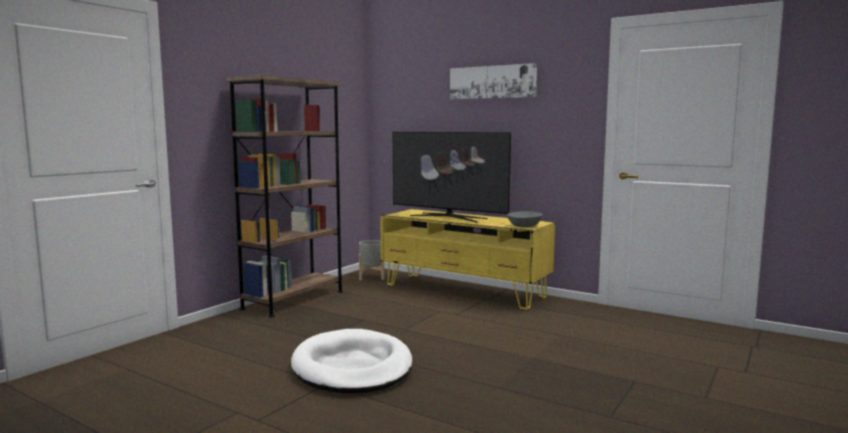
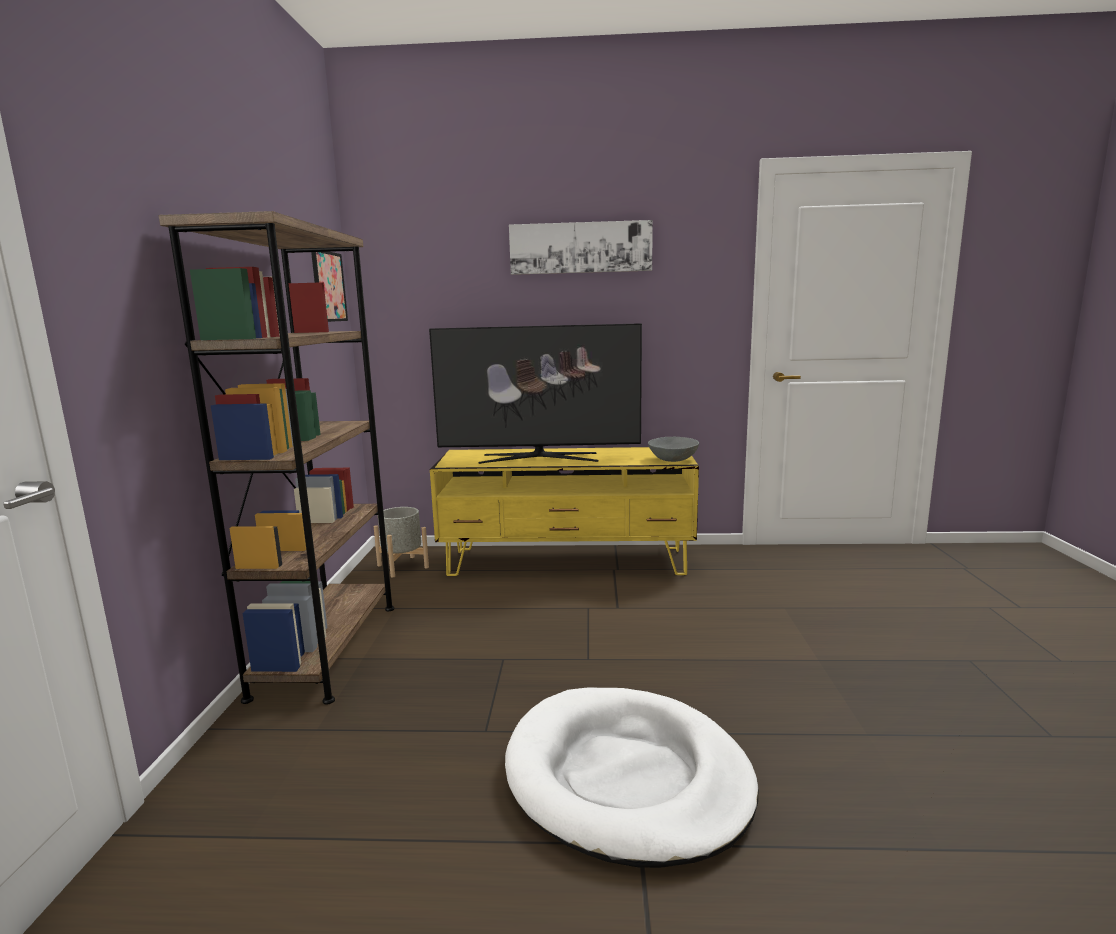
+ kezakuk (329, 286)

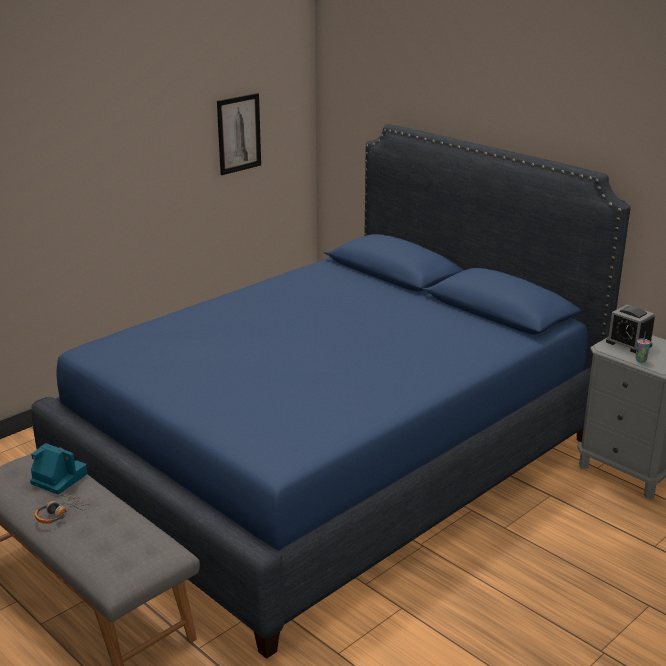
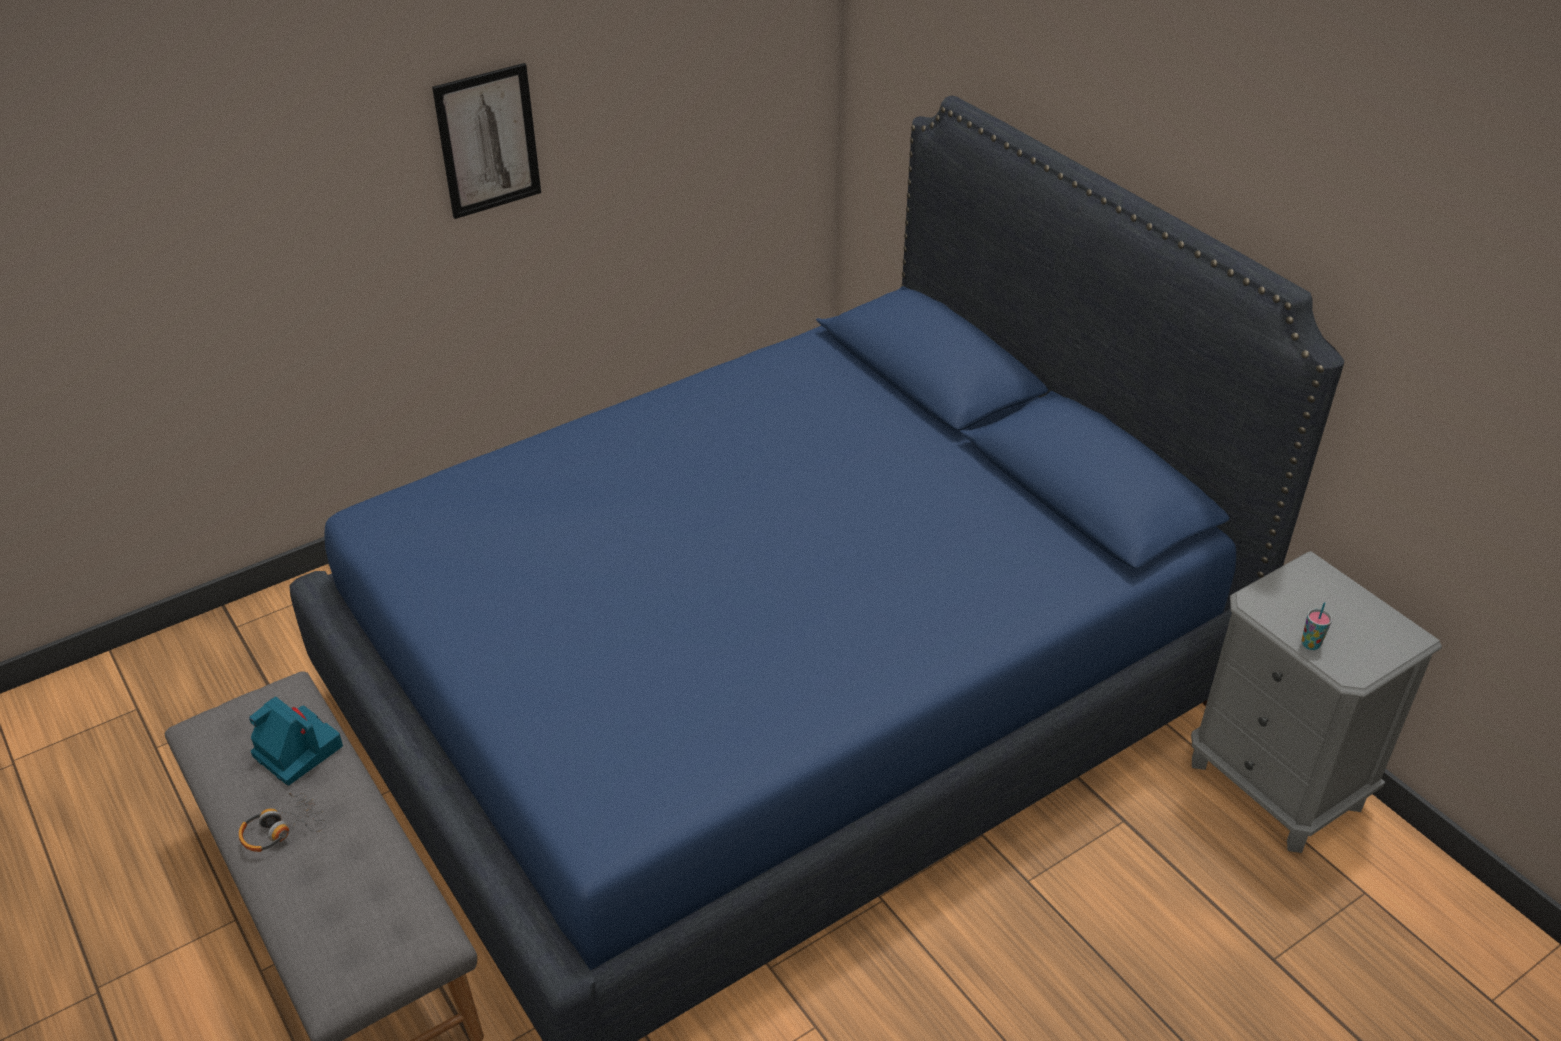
~ kezakuk (239, 133) to (488, 141)
- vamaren (628, 343)

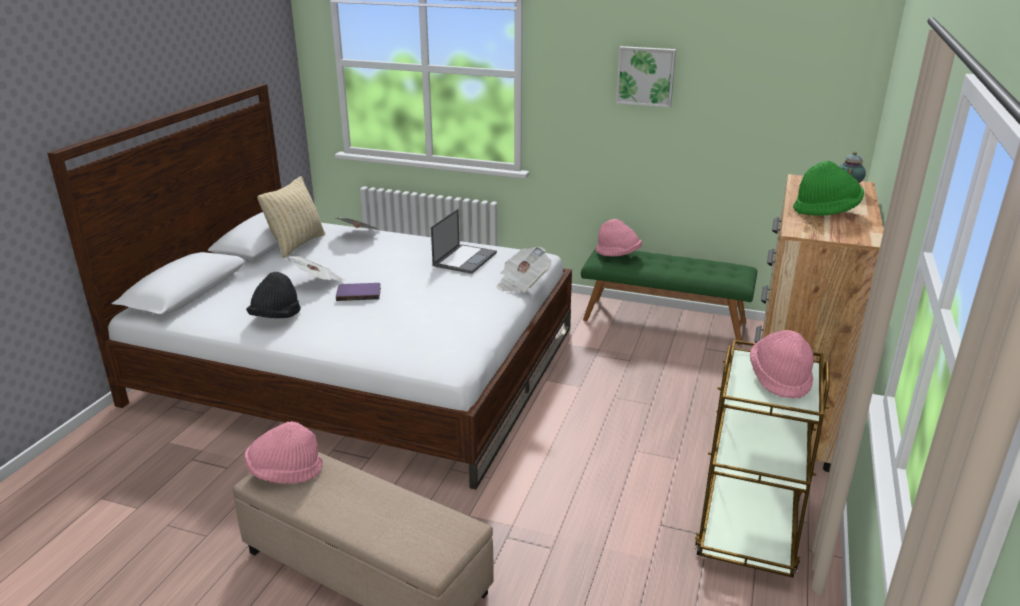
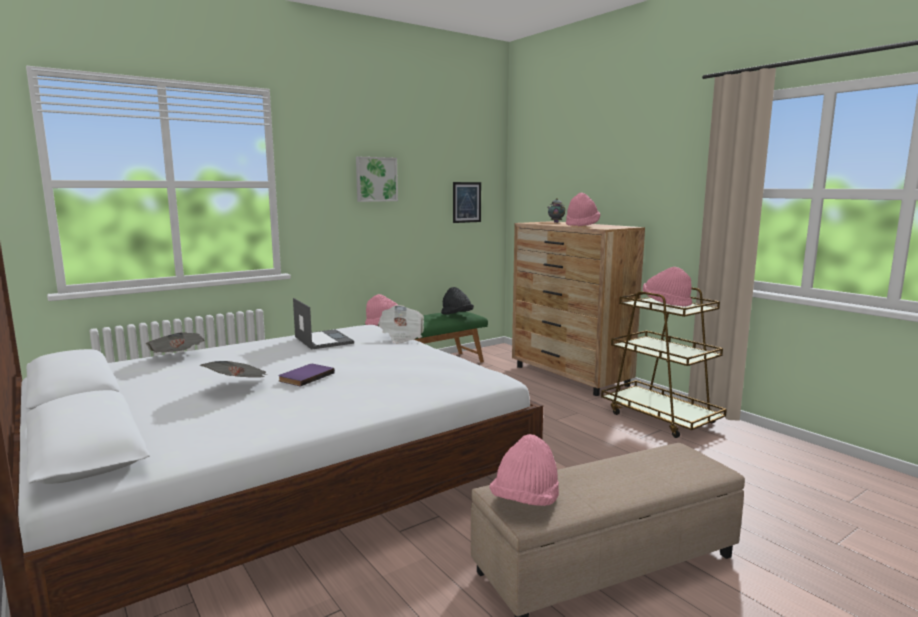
~ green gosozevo (826, 211) to pink gosozevo (582, 225)
- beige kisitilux (297, 244)
~ black gosozevo (276, 317) to (456, 315)
+ kezakuk (466, 202)

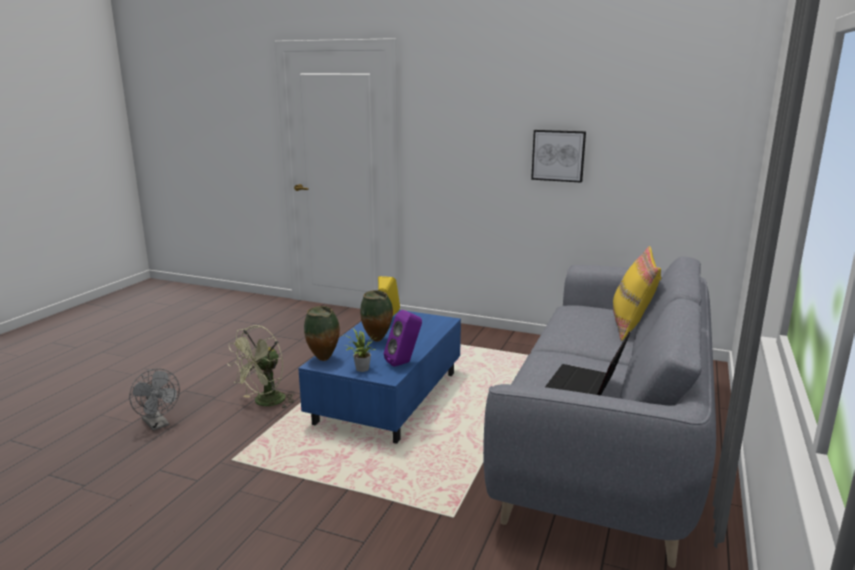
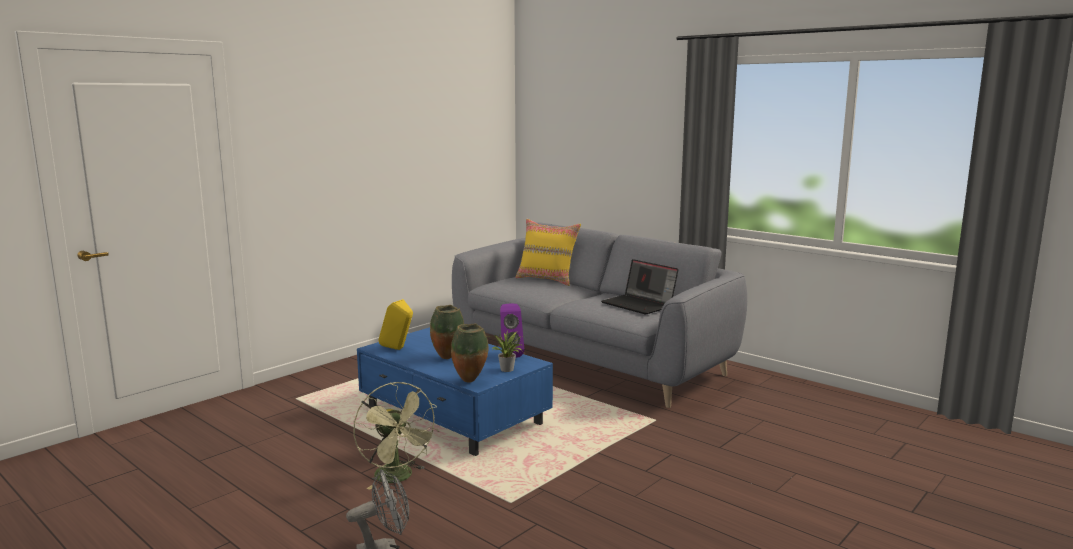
- kezakuk (558, 155)

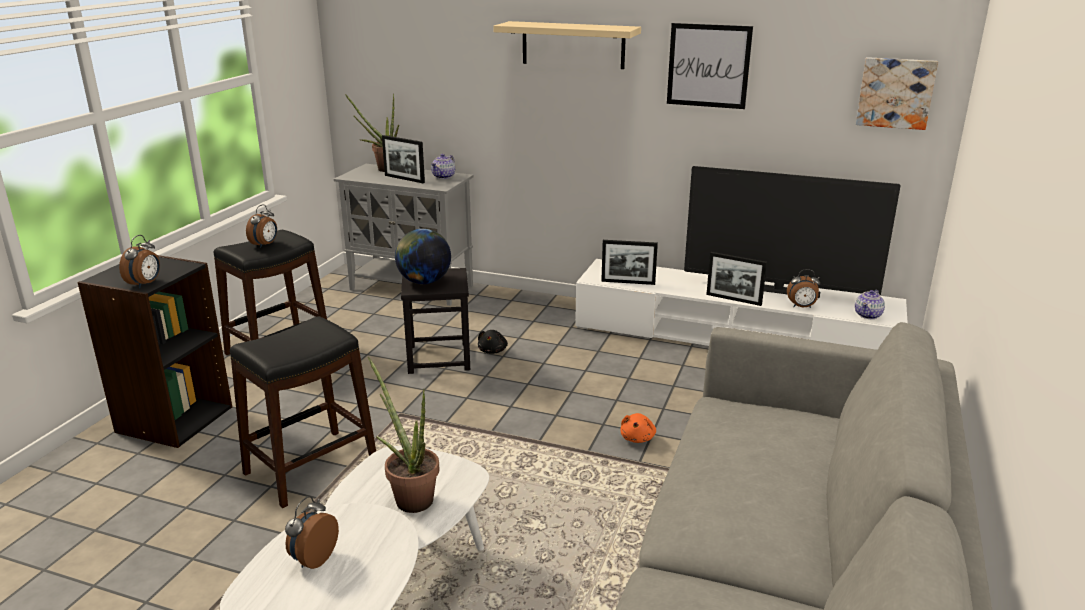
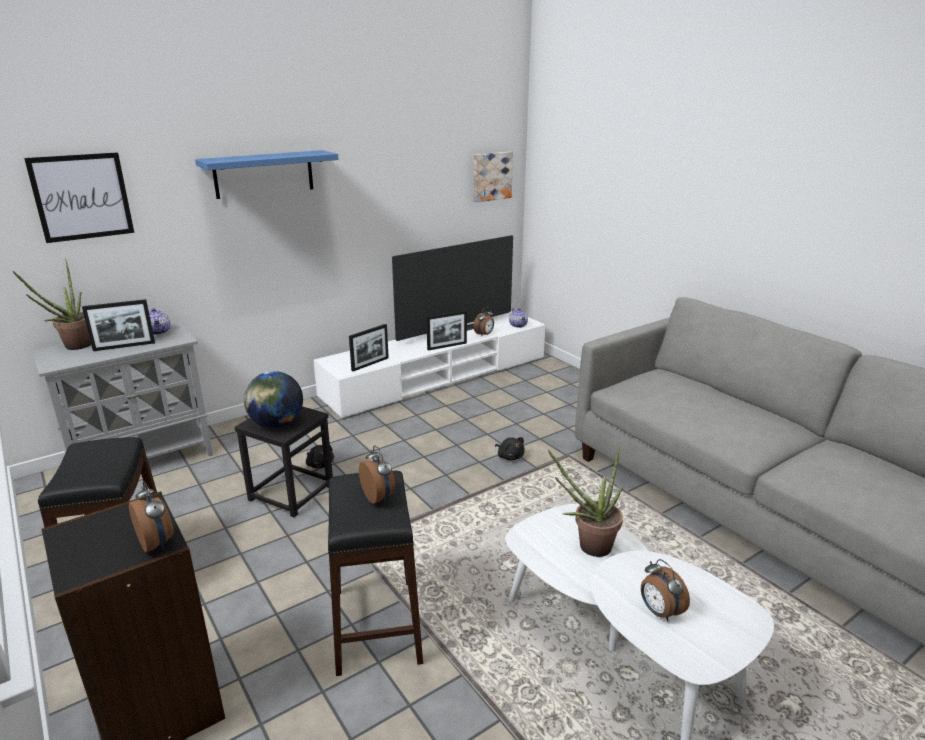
~ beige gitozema (573, 45) to blue gitozema (264, 174)
~ kezakuk (708, 66) to (82, 197)
~ vamaren (265, 245) to (379, 497)
~ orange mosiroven (637, 438) to black mosiroven (510, 456)

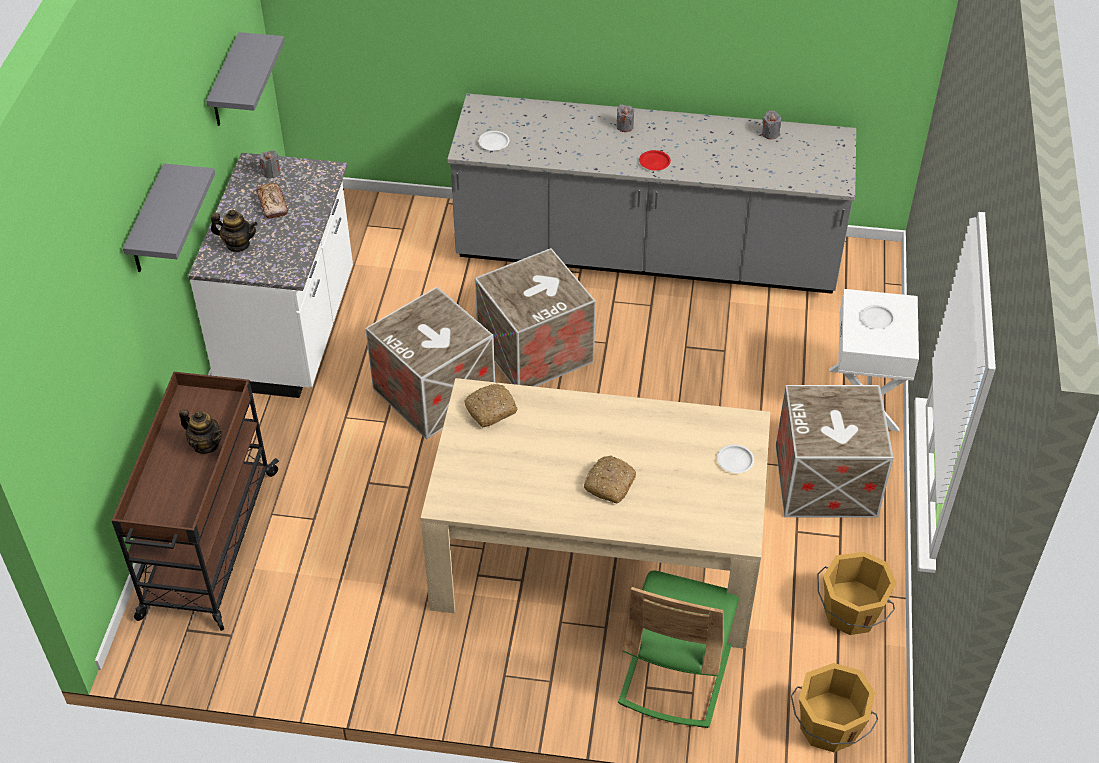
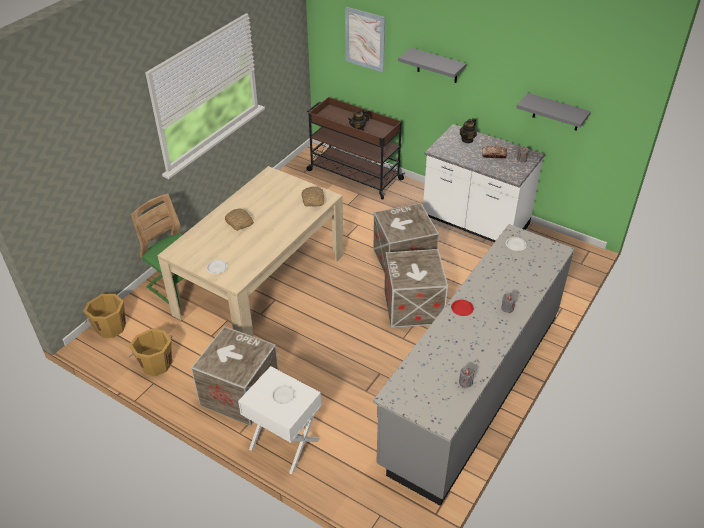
+ kezakuk (365, 39)

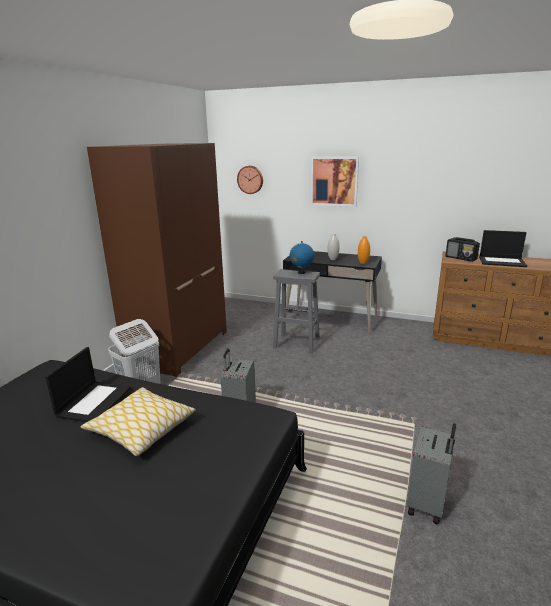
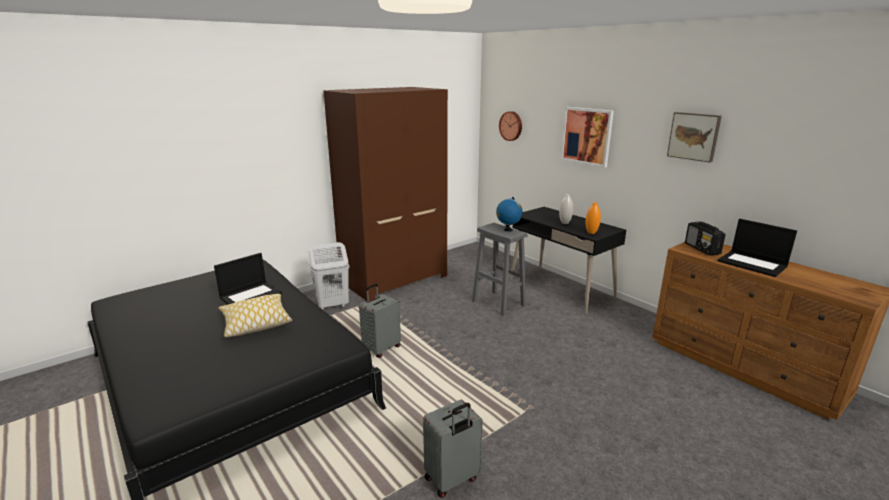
+ kezakuk (694, 136)

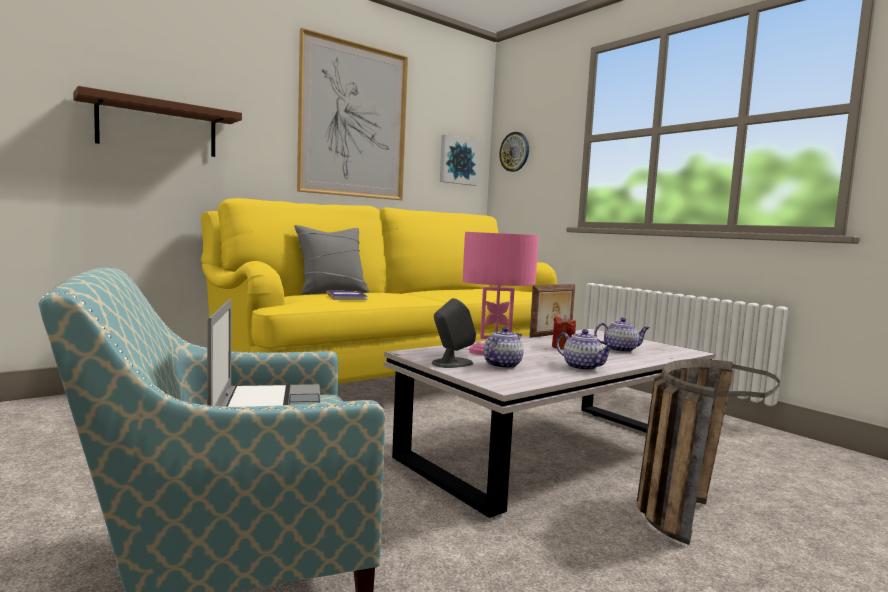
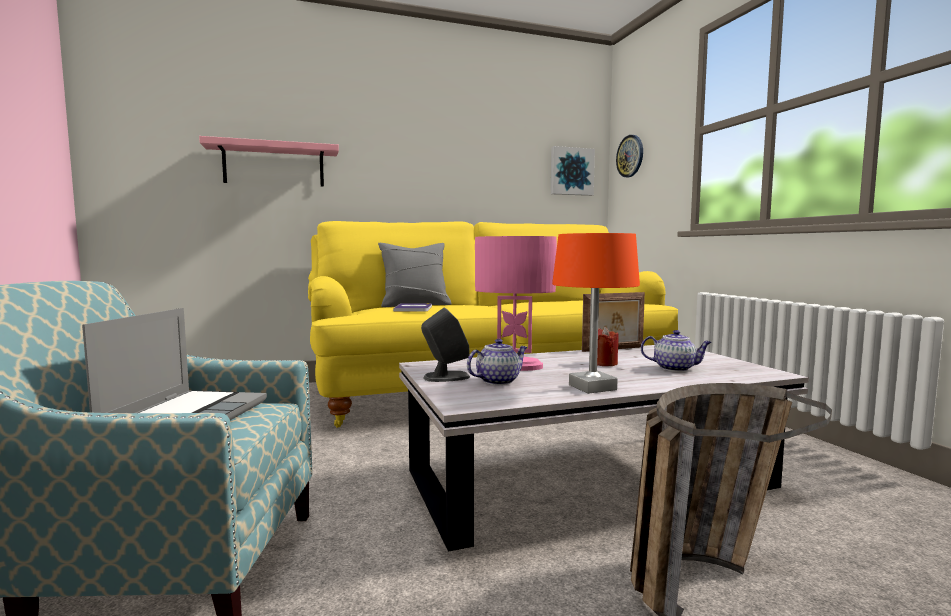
- kezakuk (354, 121)
~ brown gitozema (158, 128) to pink gitozema (274, 165)
~ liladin (583, 367) to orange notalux (592, 387)

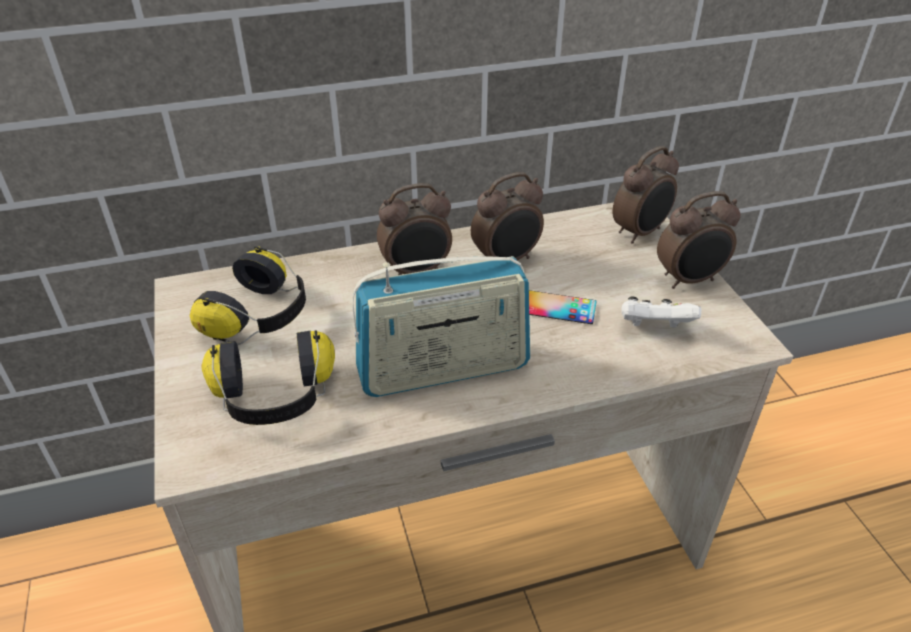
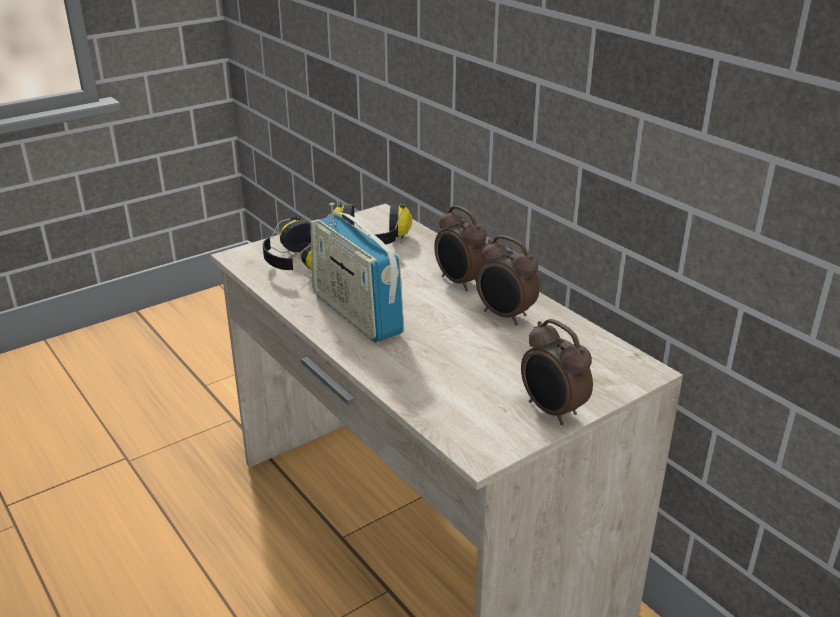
- vamaren (640, 232)
- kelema (555, 307)
- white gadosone (654, 328)

